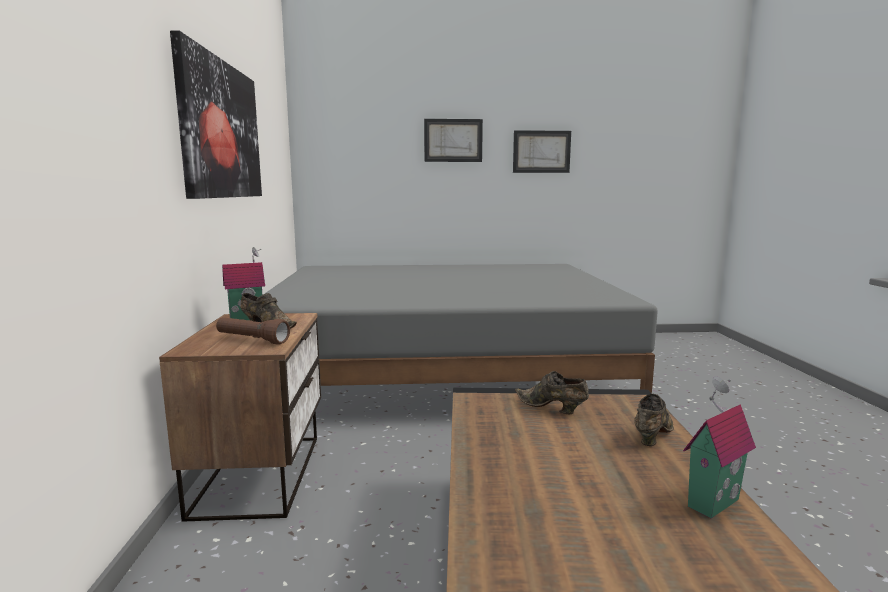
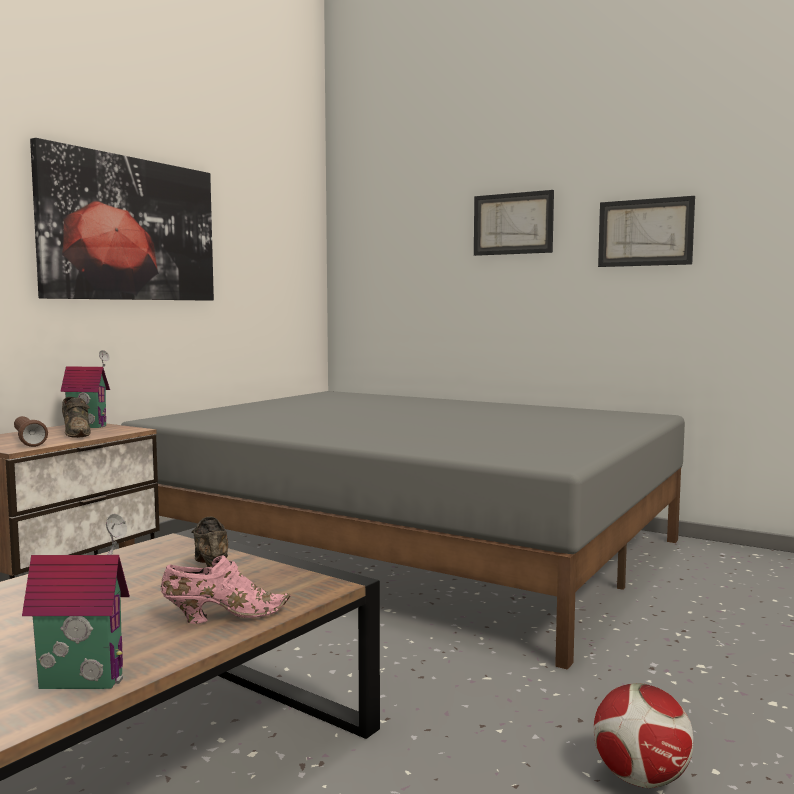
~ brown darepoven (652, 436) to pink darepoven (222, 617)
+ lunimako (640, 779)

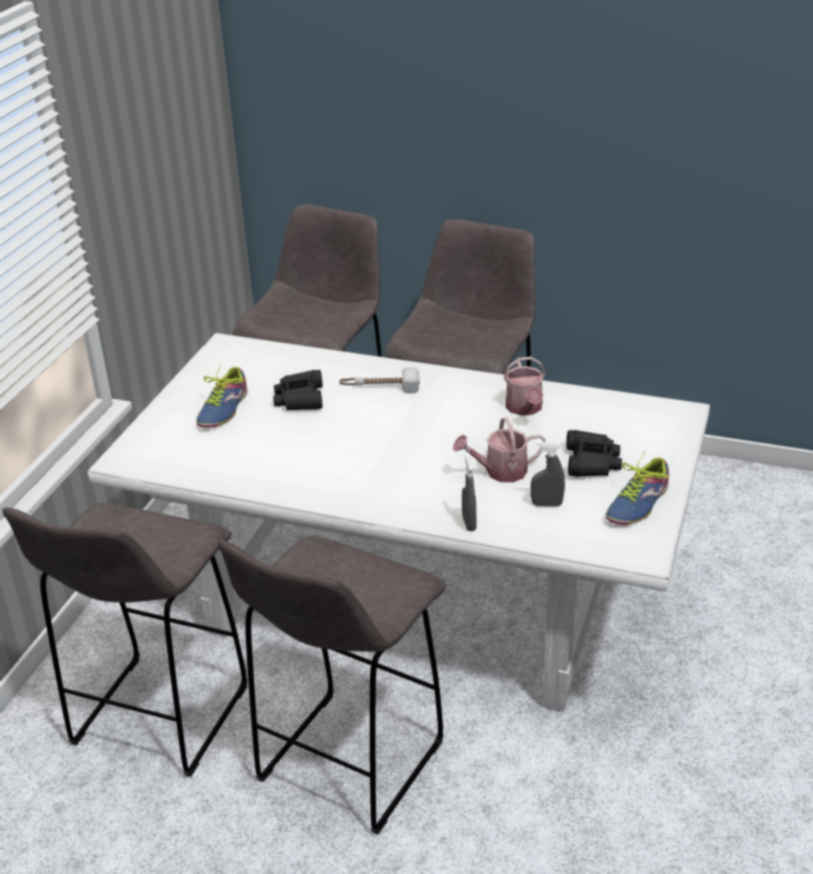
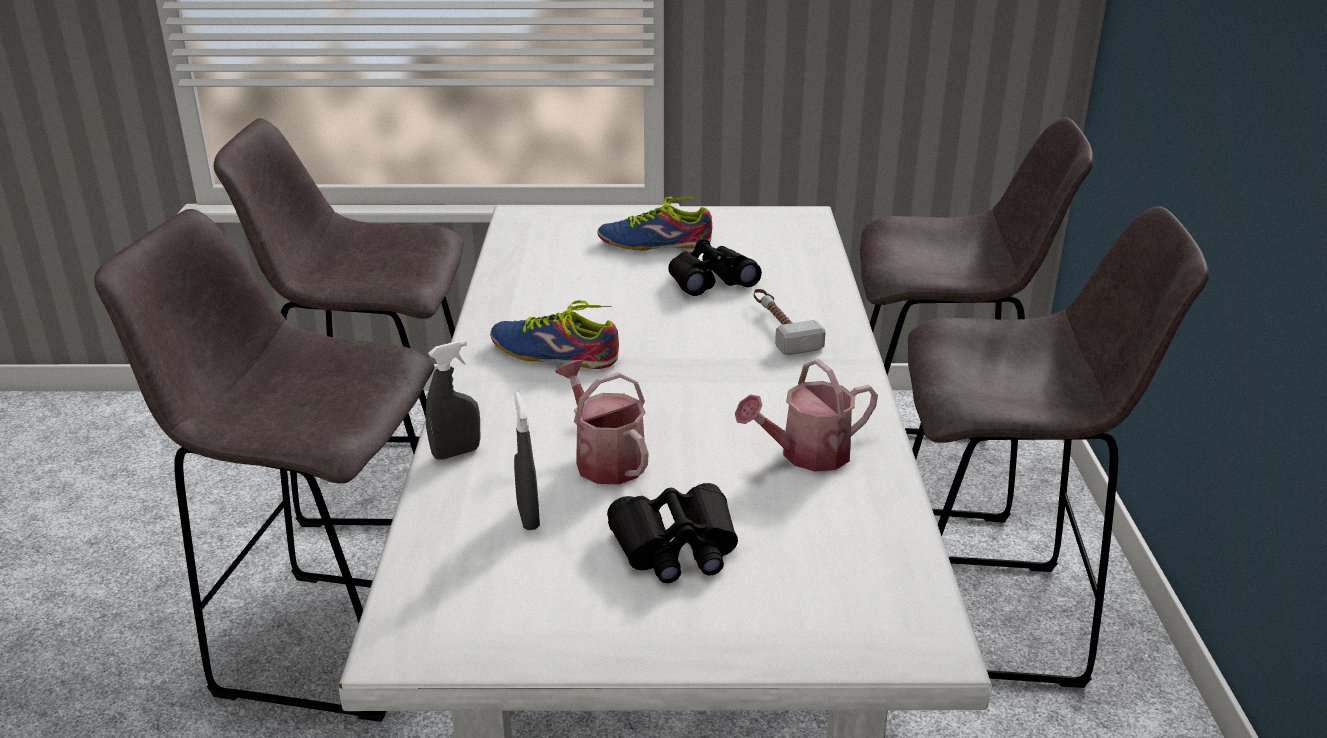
~ darepoven (638, 504) to (554, 354)

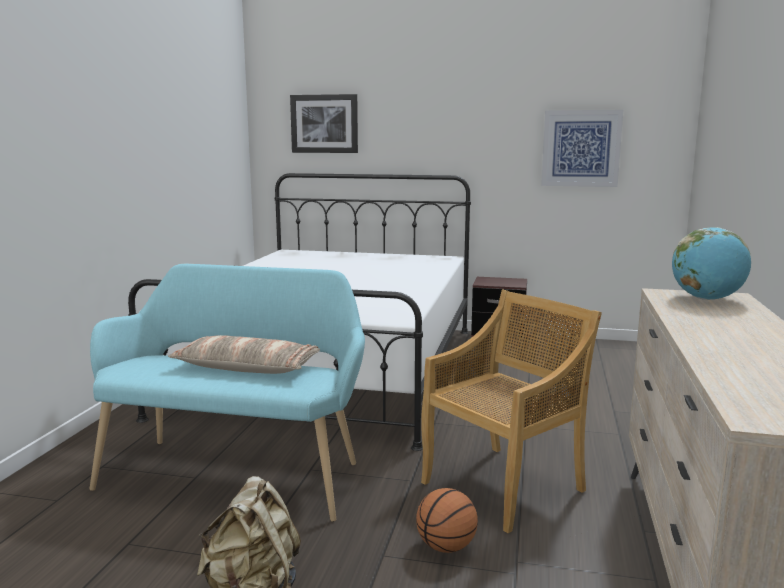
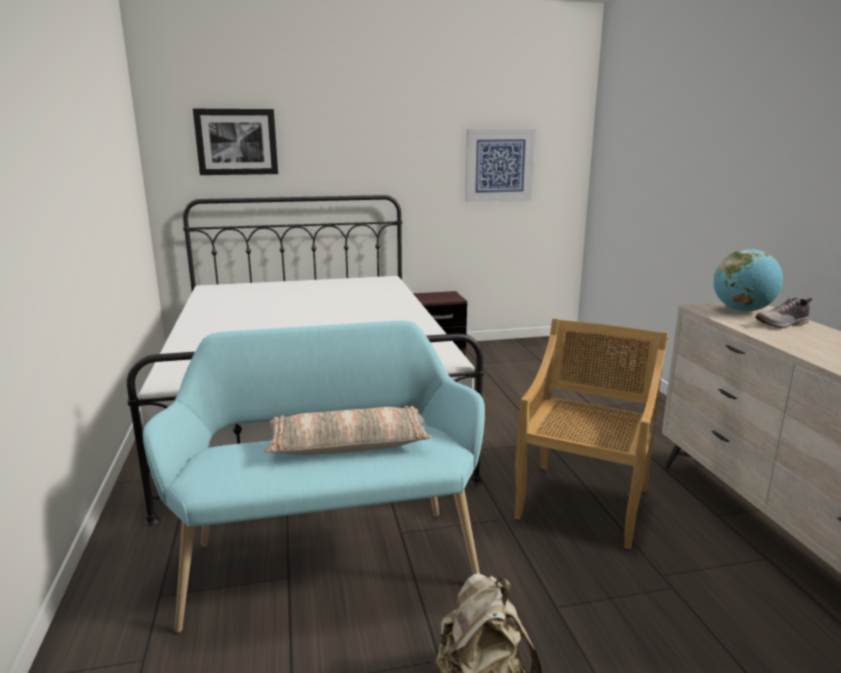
- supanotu (446, 546)
+ darepoven (783, 324)

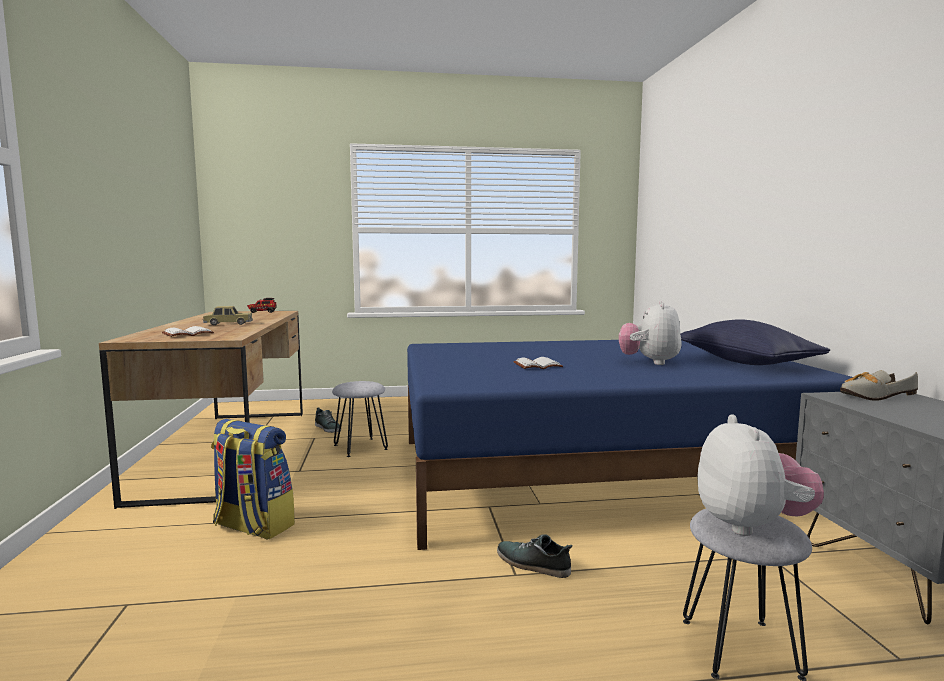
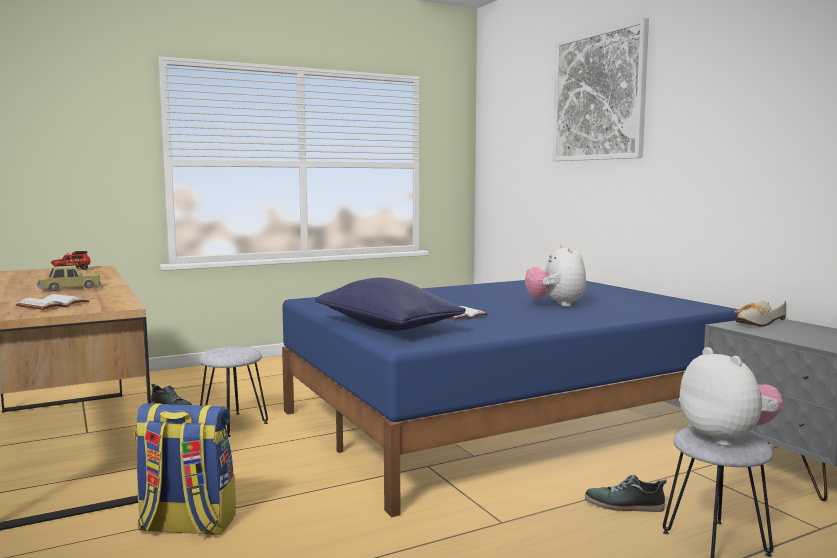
~ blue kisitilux (744, 362) to (387, 327)
~ darepoven (532, 564) to (624, 505)
+ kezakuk (598, 96)

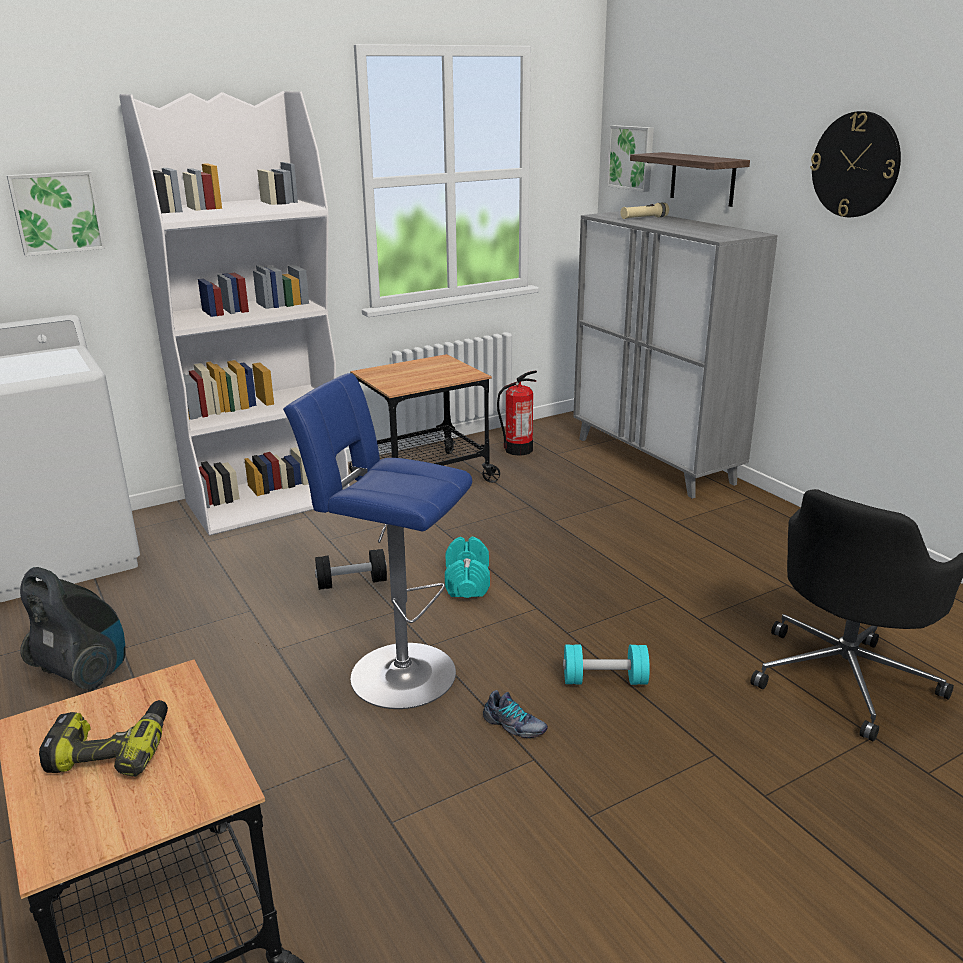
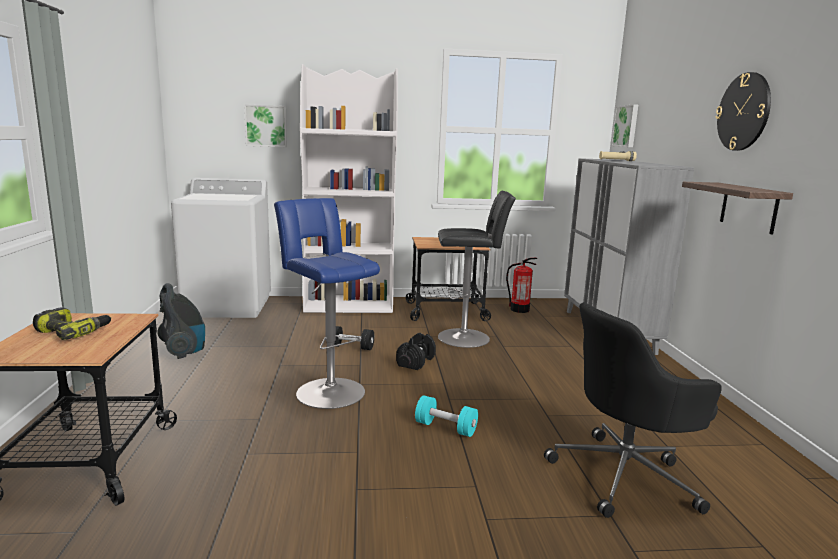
~ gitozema (702, 179) to (748, 207)
~ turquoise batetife (467, 582) to black batetife (416, 362)
- darepoven (514, 726)
+ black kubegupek (467, 337)

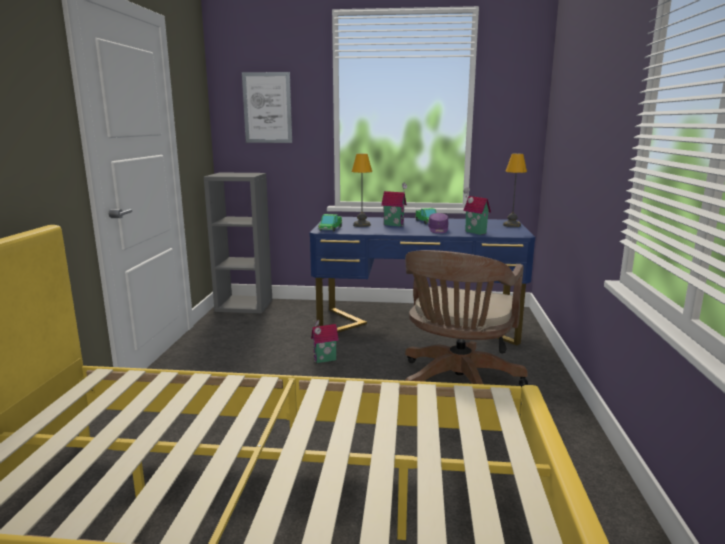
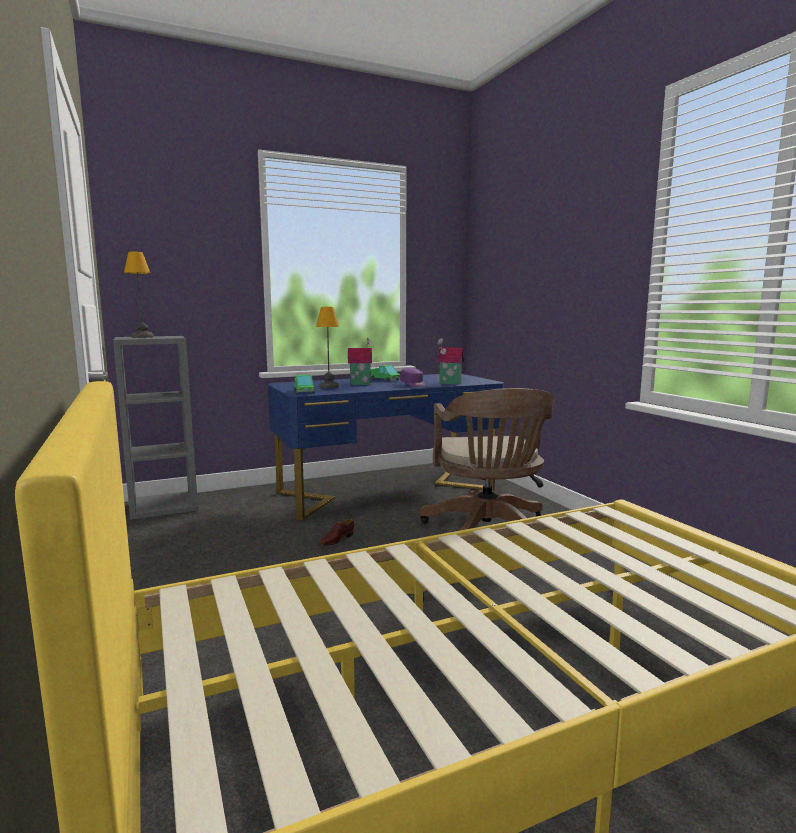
- kezakuk (267, 108)
~ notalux (512, 225) to (143, 337)
~ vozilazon (325, 360) to brown darepoven (336, 540)

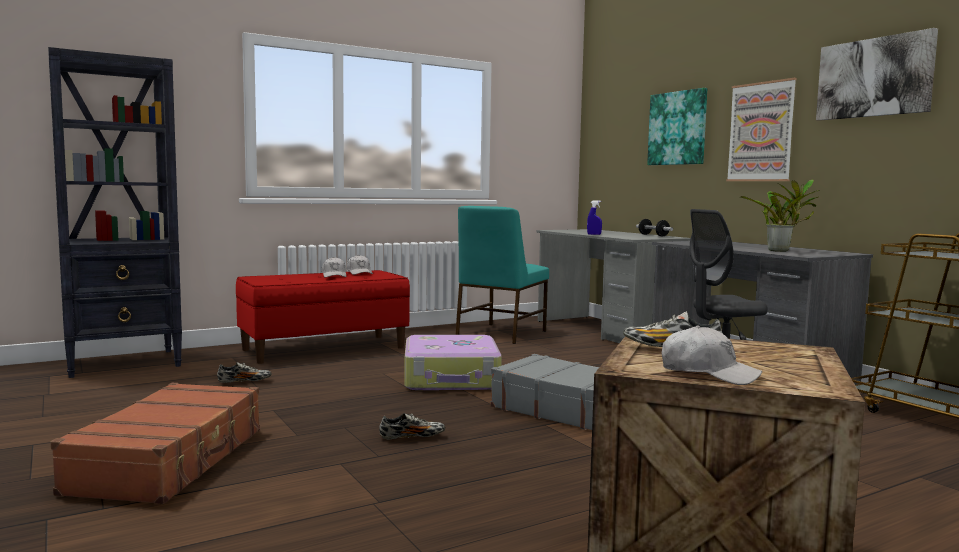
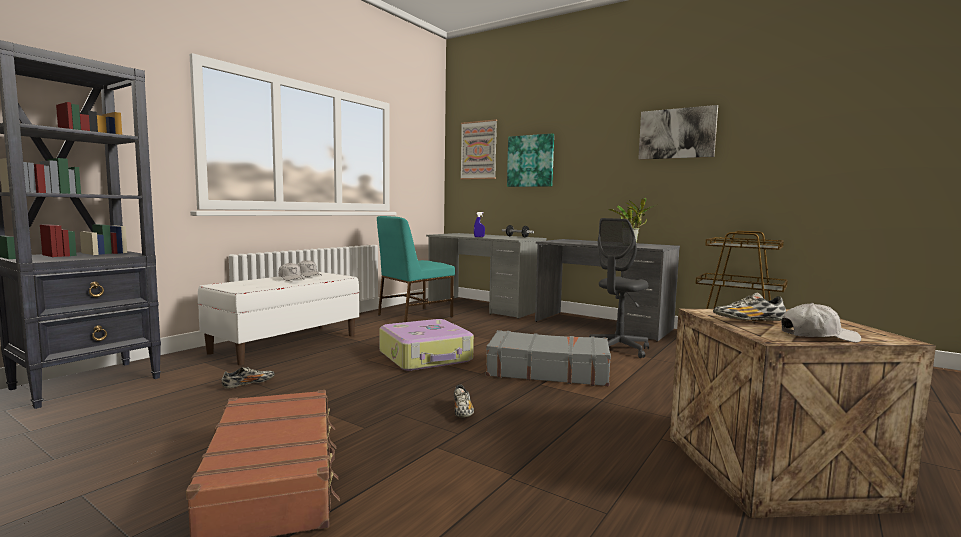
~ kezakuk (761, 132) to (478, 150)
~ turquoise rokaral (500, 333) = (413, 316) 45 degrees clockwise
~ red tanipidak (324, 348) to white tanipidak (285, 343)
~ darepoven (412, 437) = (462, 412) 120 degrees clockwise

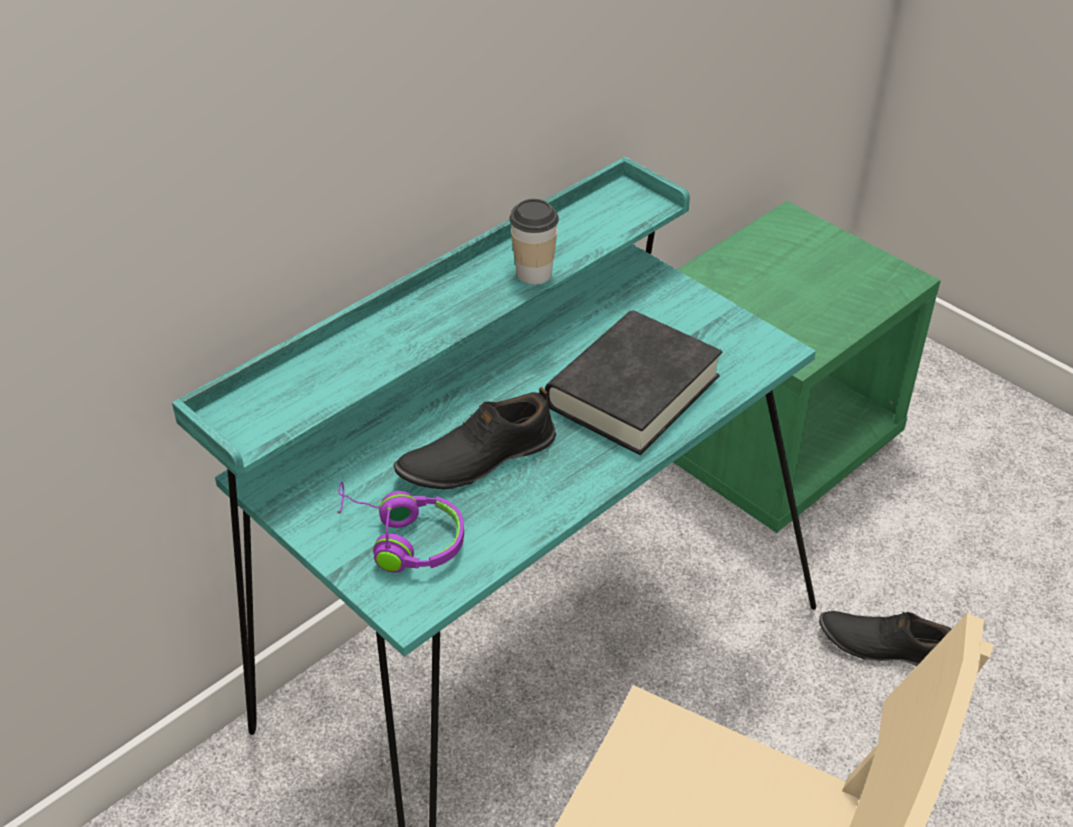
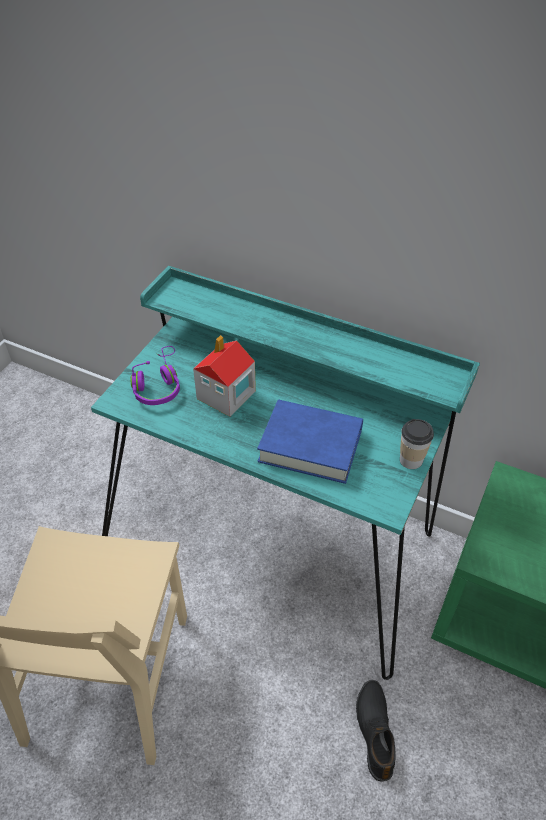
~ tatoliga (534, 273) to (411, 460)
~ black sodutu (633, 391) to blue sodutu (310, 446)
~ black darepoven (476, 458) to vozilazon (225, 395)

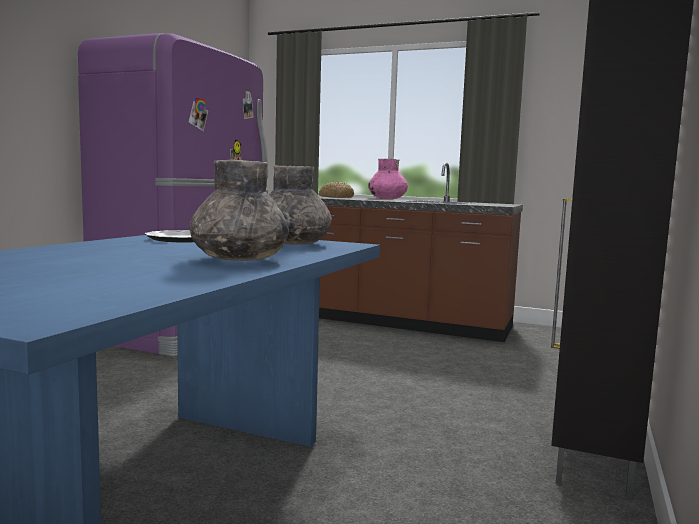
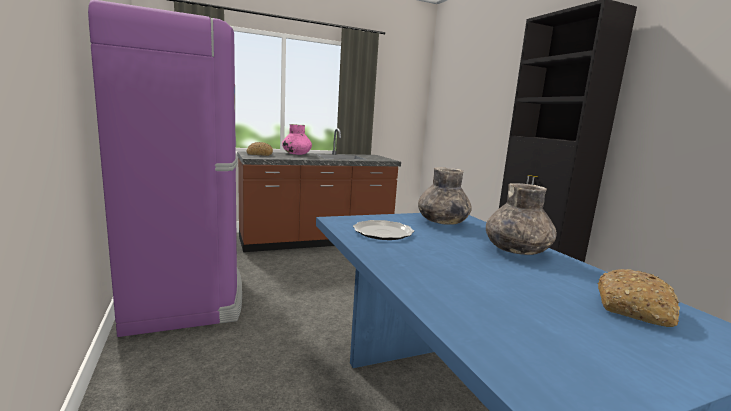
+ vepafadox (635, 309)

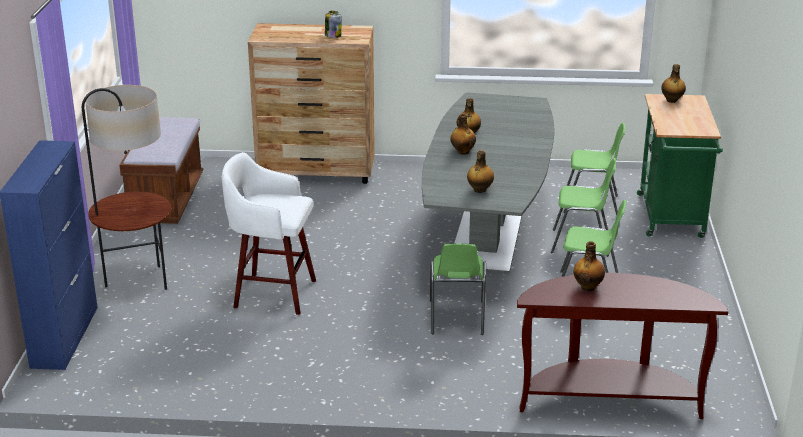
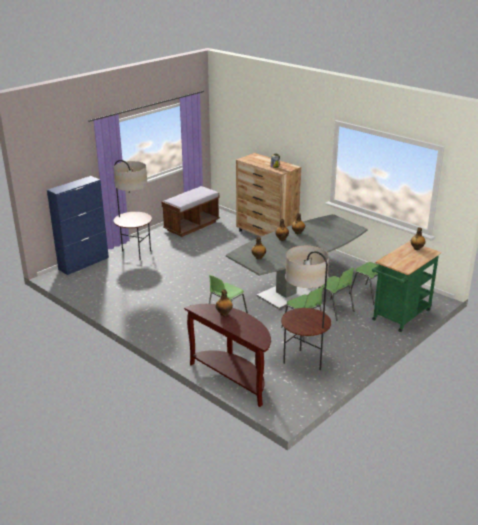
- white kubegupek (272, 293)
+ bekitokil (304, 362)

